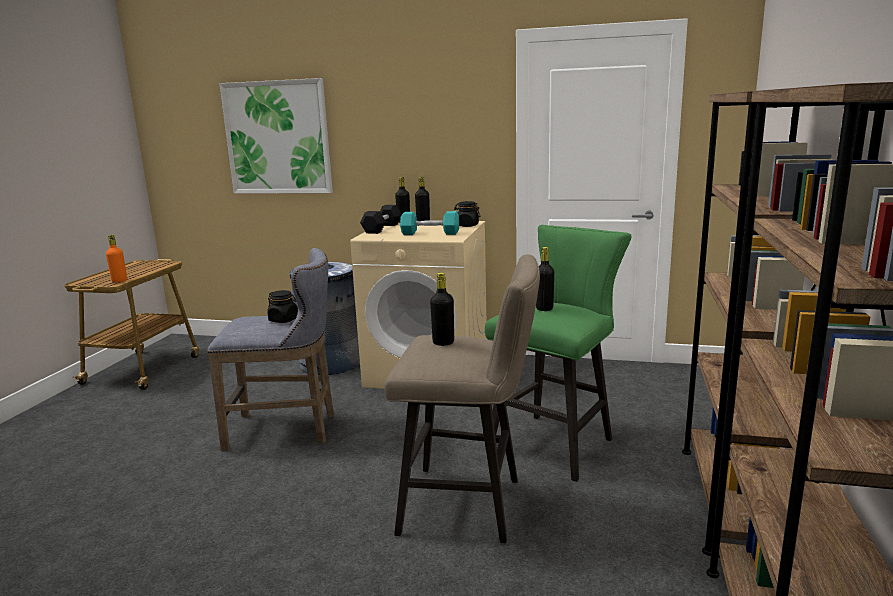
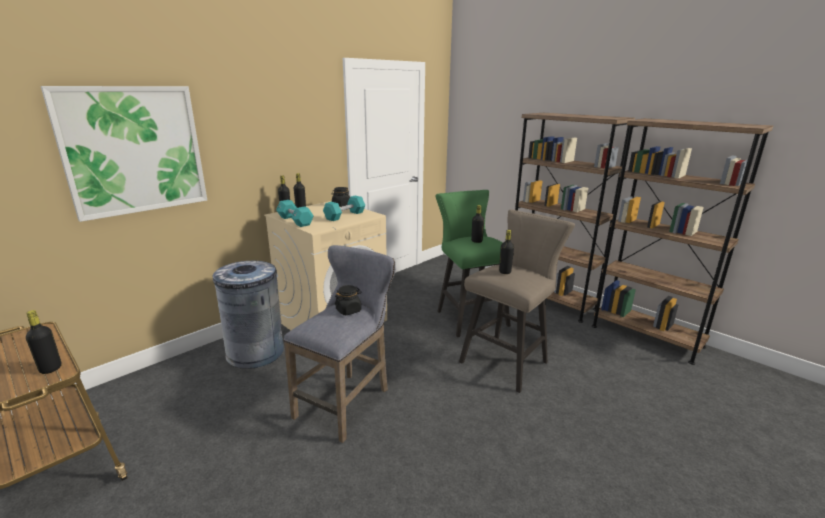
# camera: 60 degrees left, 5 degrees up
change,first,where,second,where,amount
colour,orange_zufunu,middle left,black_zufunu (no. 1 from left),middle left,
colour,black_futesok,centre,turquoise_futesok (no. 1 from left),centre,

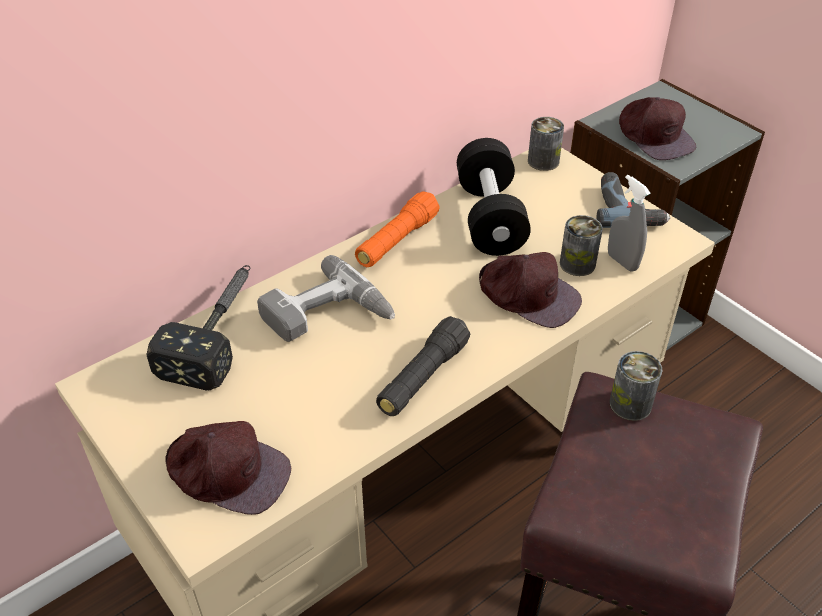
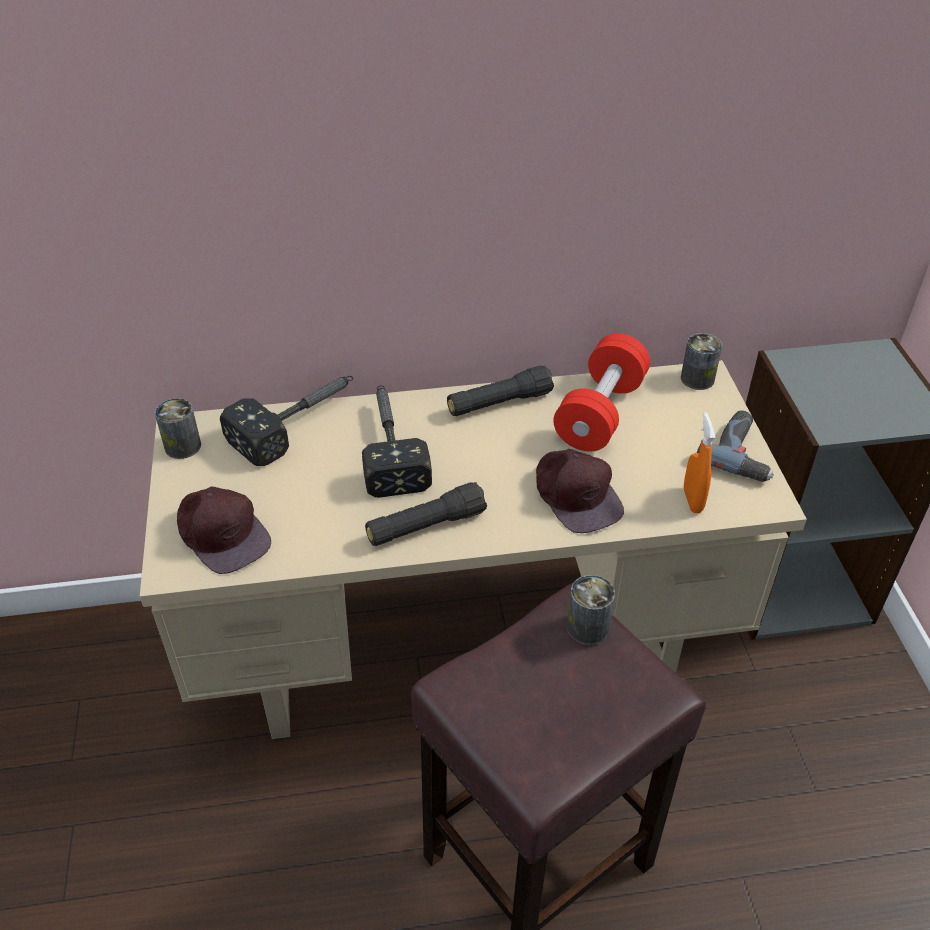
# camera: 30 degrees right, 0 degrees up
change,first,where,second,where,amount
relocated,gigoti (no. 2 from left in the first image),middle right,gigoti (no. 1 from left),middle left,
exchanged,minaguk (no. 1 from left),centre,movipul (no. 2 from left),centre,
colour,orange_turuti,centre,black_turuti (no. 2 from left),centre,
colour,black_futesok,top centre,red_futesok,centre,
colour,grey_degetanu,middle right,orange_degetanu,middle right,
missing,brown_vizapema (no. 3 from left),top right,,,

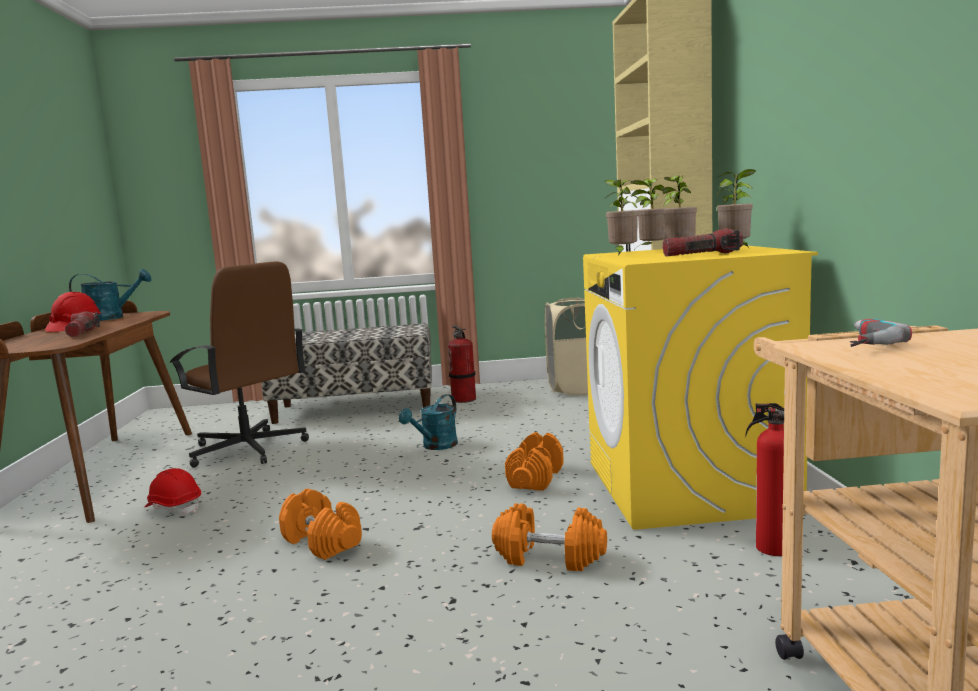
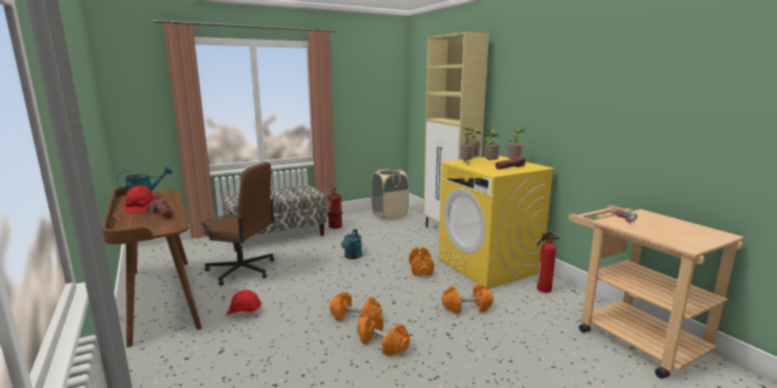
# camera: 25 degrees left, 5 degrees up
change,first,where,second,where,amount
appeared,,,orange_futesok (no. 2 from left),bottom centre,

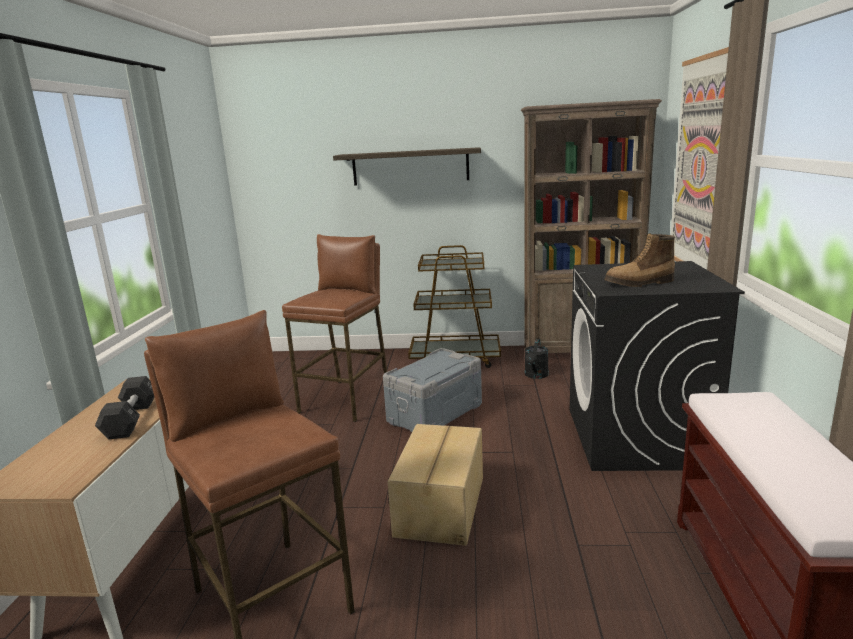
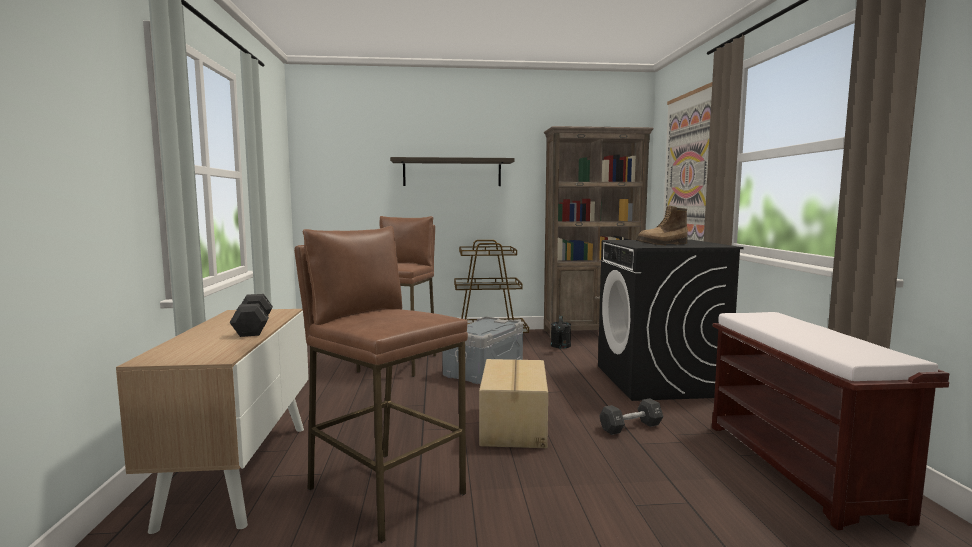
# camera: 10 degrees left, 10 degrees down
change,first,where,second,where,amount
appeared,,,black_futesok (no. 2 from left),bottom centre,

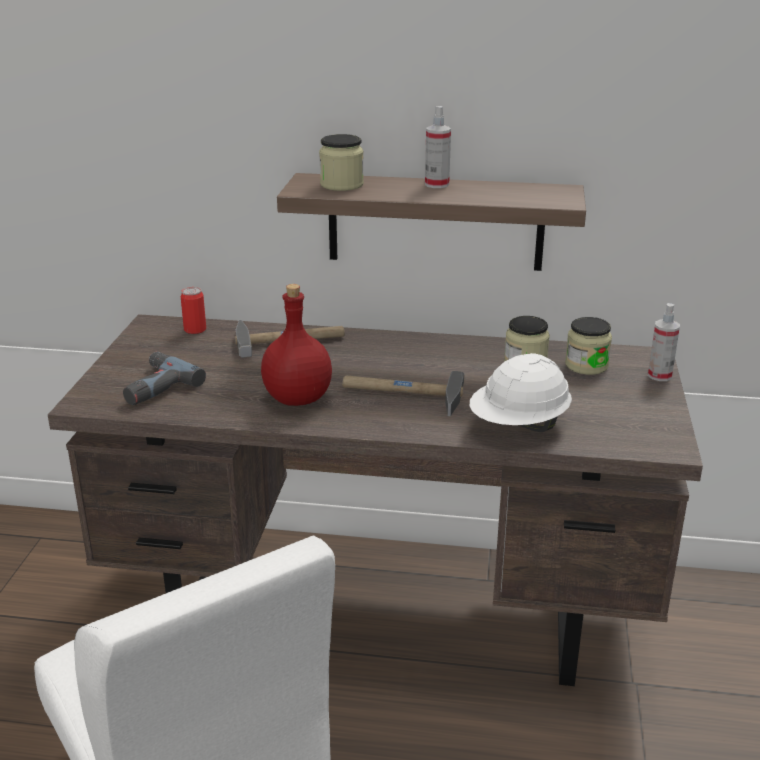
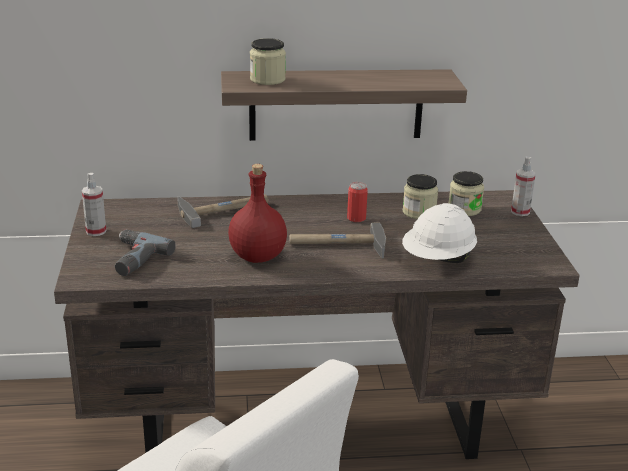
# camera: 15 degrees left, 0 degrees up
change,first,where,second,where,amount
relocated,degetanu (no. 1 from left),top centre,,middle left,
relocated,gigoti,middle left,,centre,

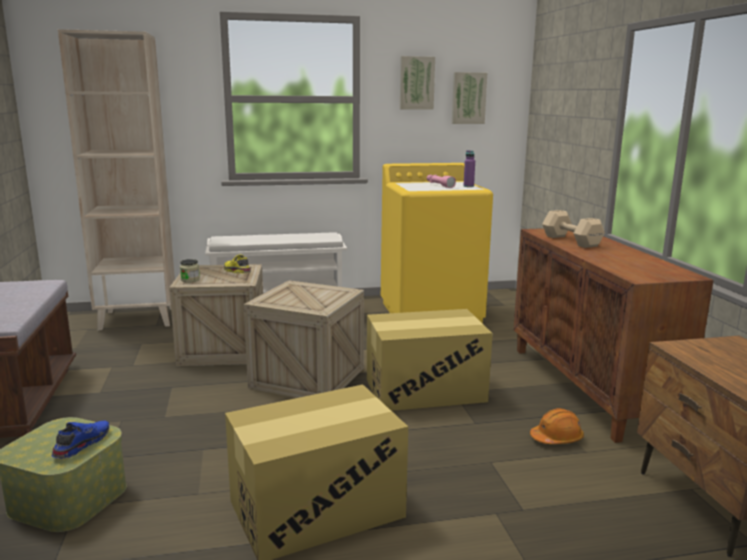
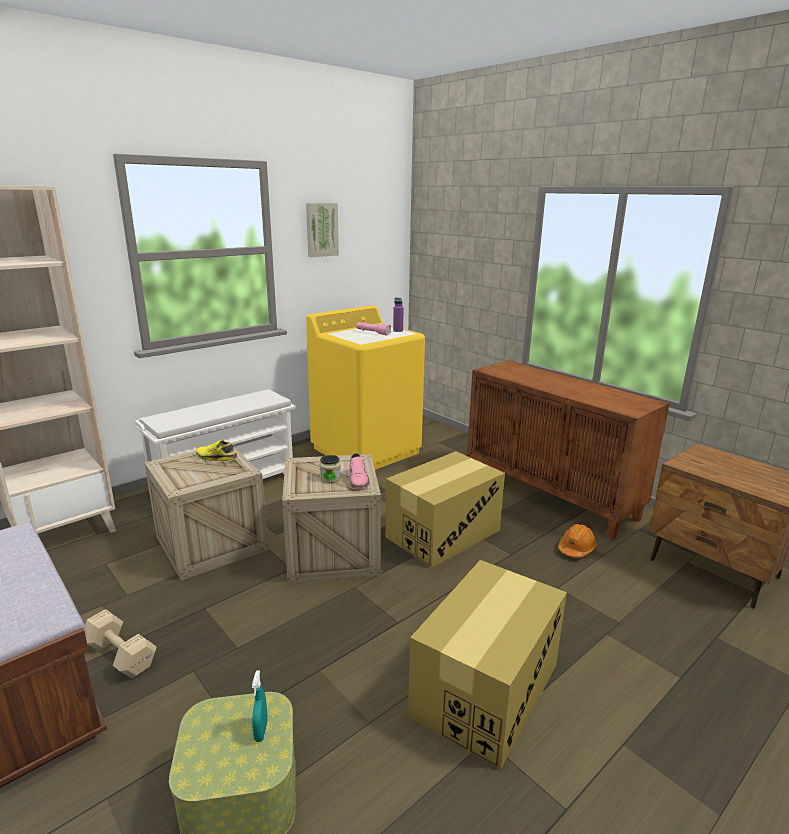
# camera: 30 degrees left, 5 degrees up
change,first,where,second,where,amount
relocated,beige_futesok,middle right,,bottom left,
exchanged,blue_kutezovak,bottom left,turquoise_degetanu,bottom left,
relocated,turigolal,middle left,,centre,
appeared,,,pink_kutezovak,centre,
missing,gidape (no. 2 from left),top centre,,,

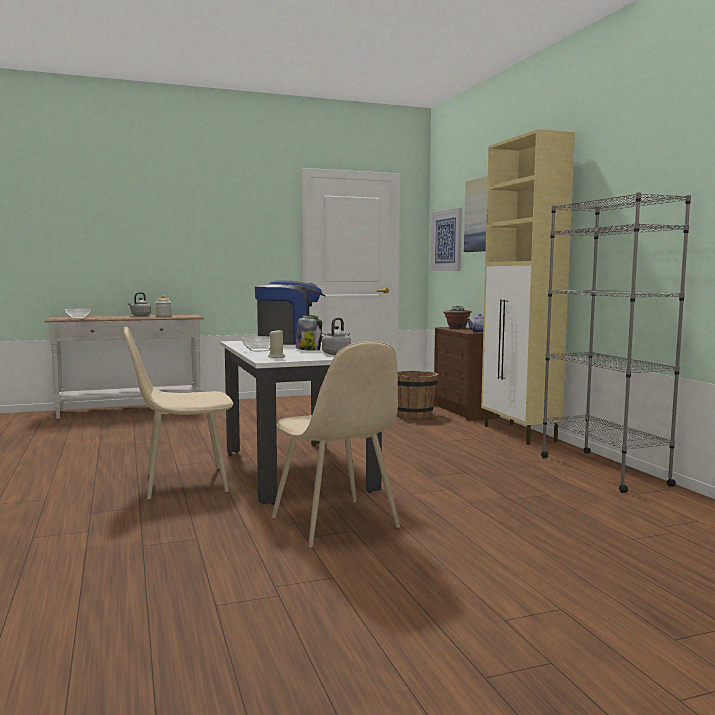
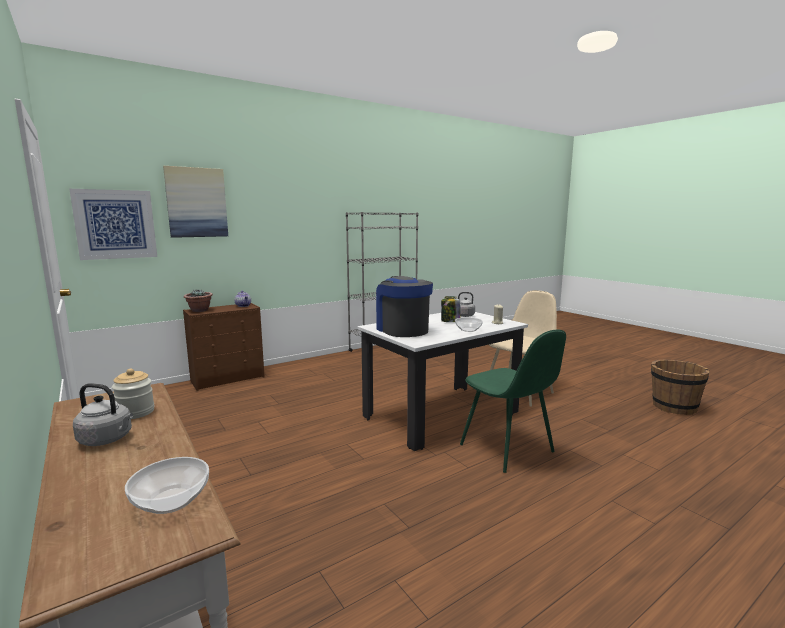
# camera: 105 degrees left, 5 degrees up
change,first,where,second,where,amount
colour,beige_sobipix (no. 1 from left),middle left,green_sobipix,centre,
relocated,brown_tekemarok,centre,,middle right,
missing,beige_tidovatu,middle right,,,

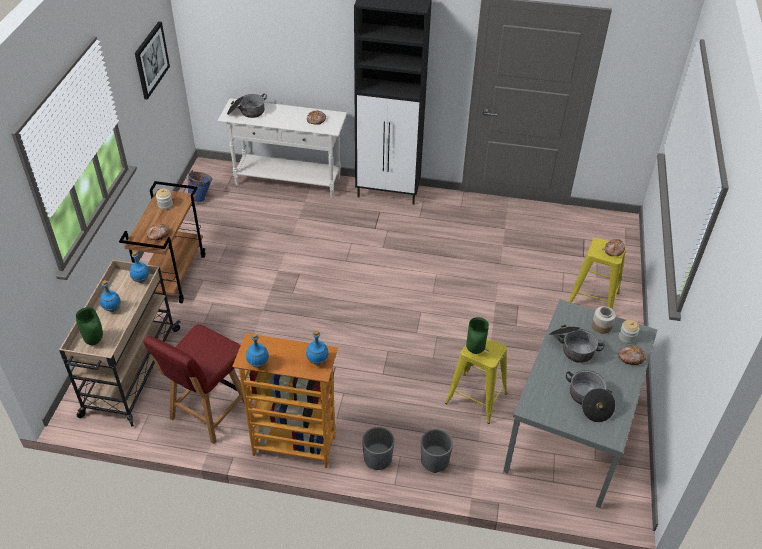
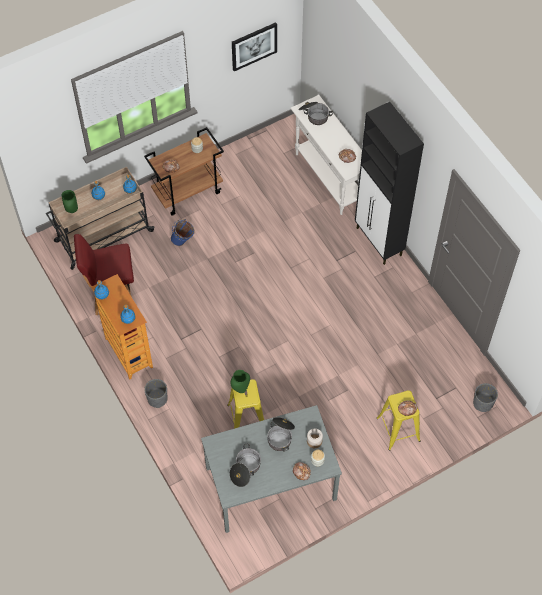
# camera: 50 degrees right, 15 degrees up
change,first,where,second,where,amount
relocated,blue_tekemarok,middle left,,centre,
relocated,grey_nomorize (no. 2 from left),bottom centre,,bottom right,

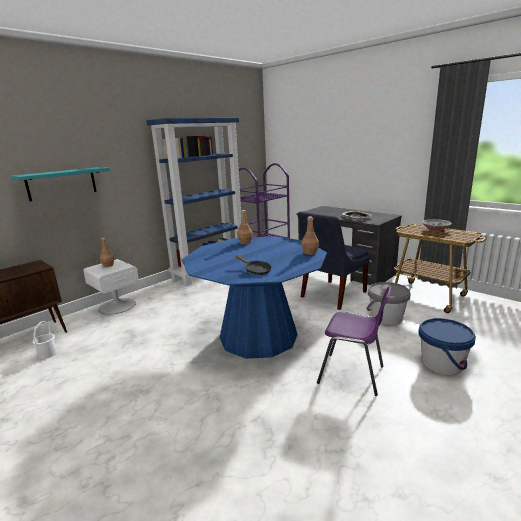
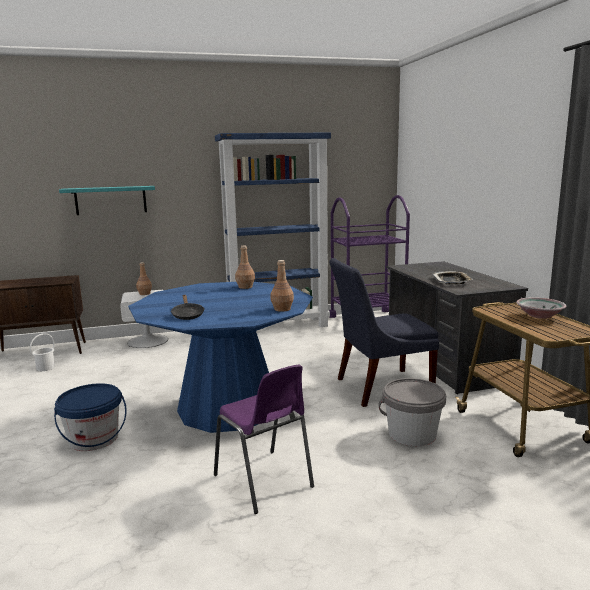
# camera: 30 degrees right, 5 degrees down
change,first,where,second,where,amount
relocated,blue_tekemarok,middle right,,bottom left,

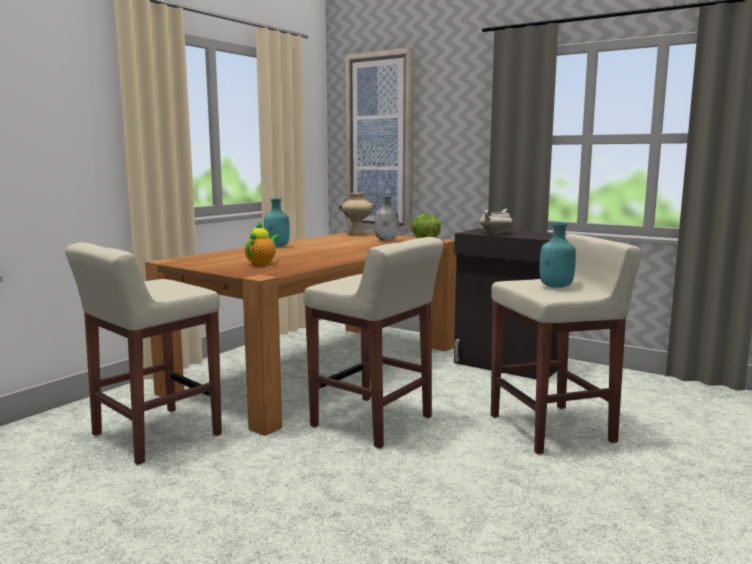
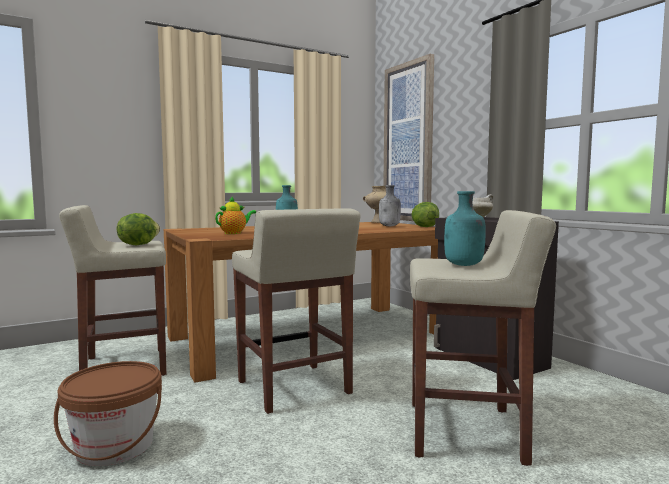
# camera: 25 degrees right, 5 degrees down
change,first,where,second,where,amount
appeared,,,brown_tekemarok,bottom left,
appeared,,,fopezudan (no. 1 from left),middle left,

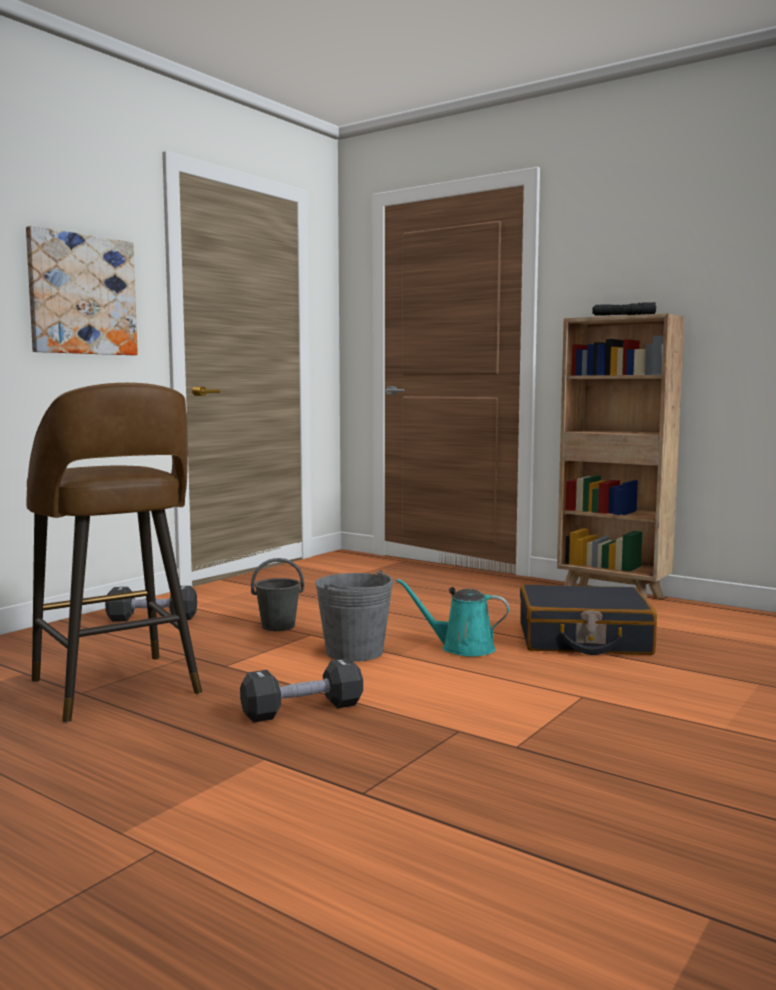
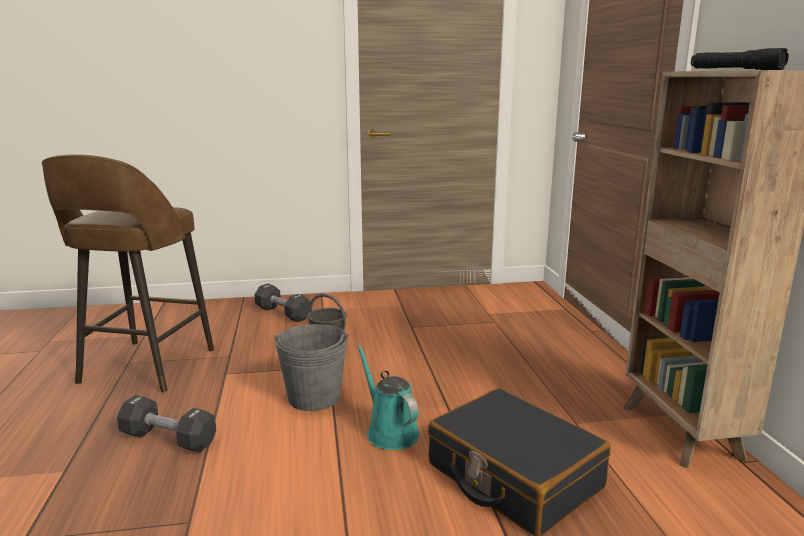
# camera: 45 degrees right, 10 degrees up
change,first,where,second,where,amount
missing,gidape,top left,,,

